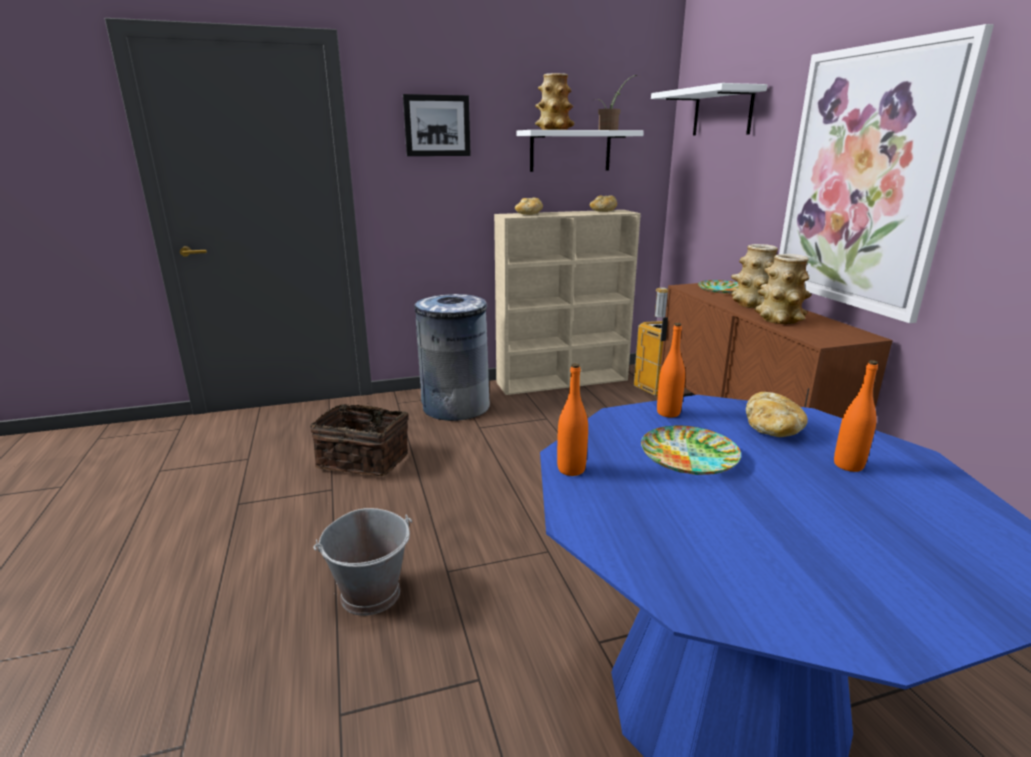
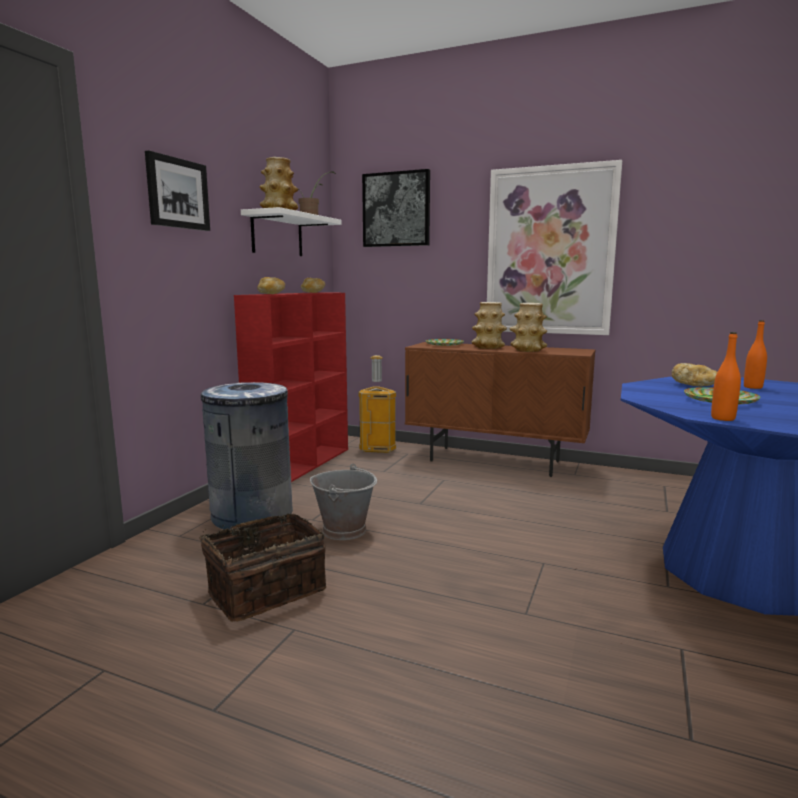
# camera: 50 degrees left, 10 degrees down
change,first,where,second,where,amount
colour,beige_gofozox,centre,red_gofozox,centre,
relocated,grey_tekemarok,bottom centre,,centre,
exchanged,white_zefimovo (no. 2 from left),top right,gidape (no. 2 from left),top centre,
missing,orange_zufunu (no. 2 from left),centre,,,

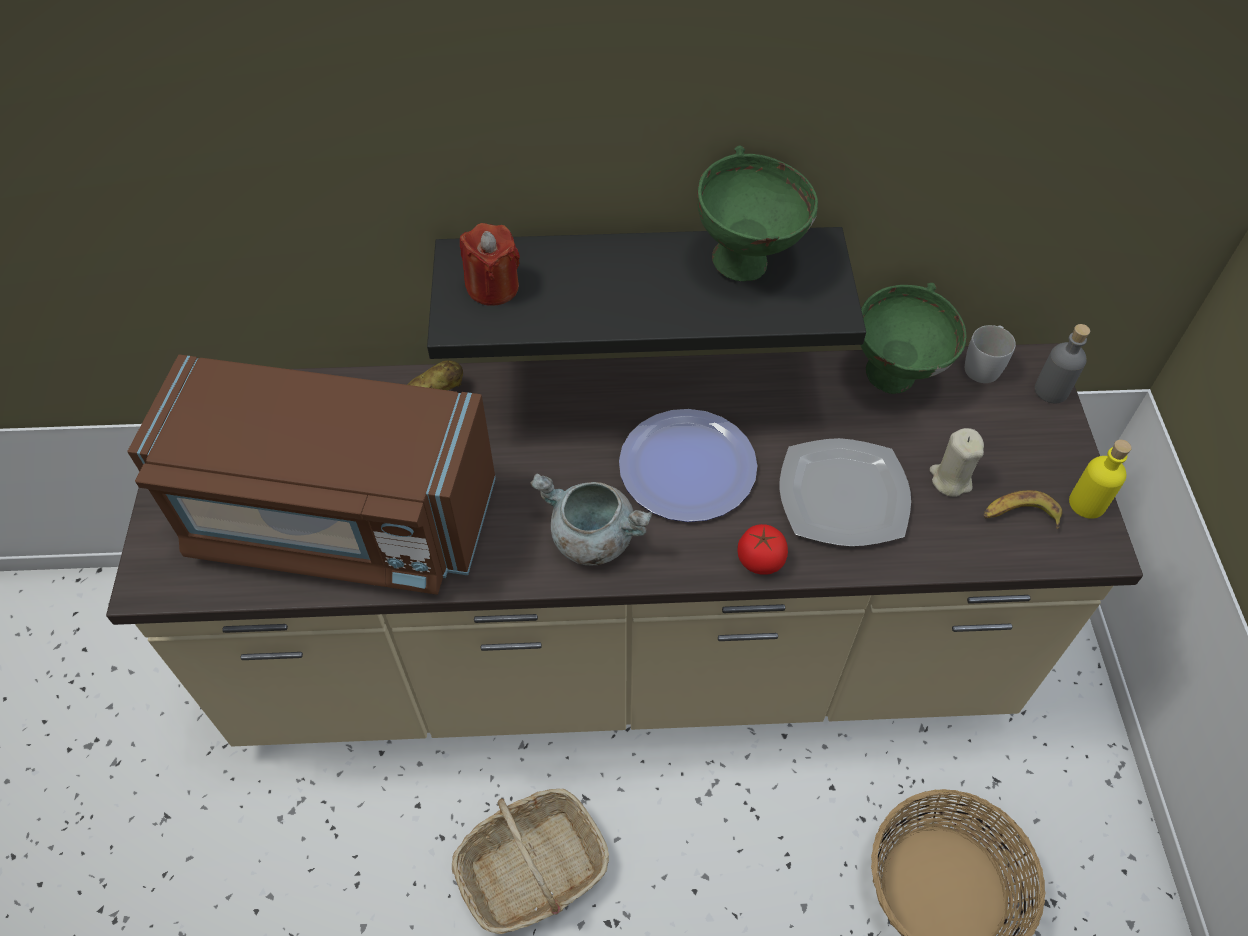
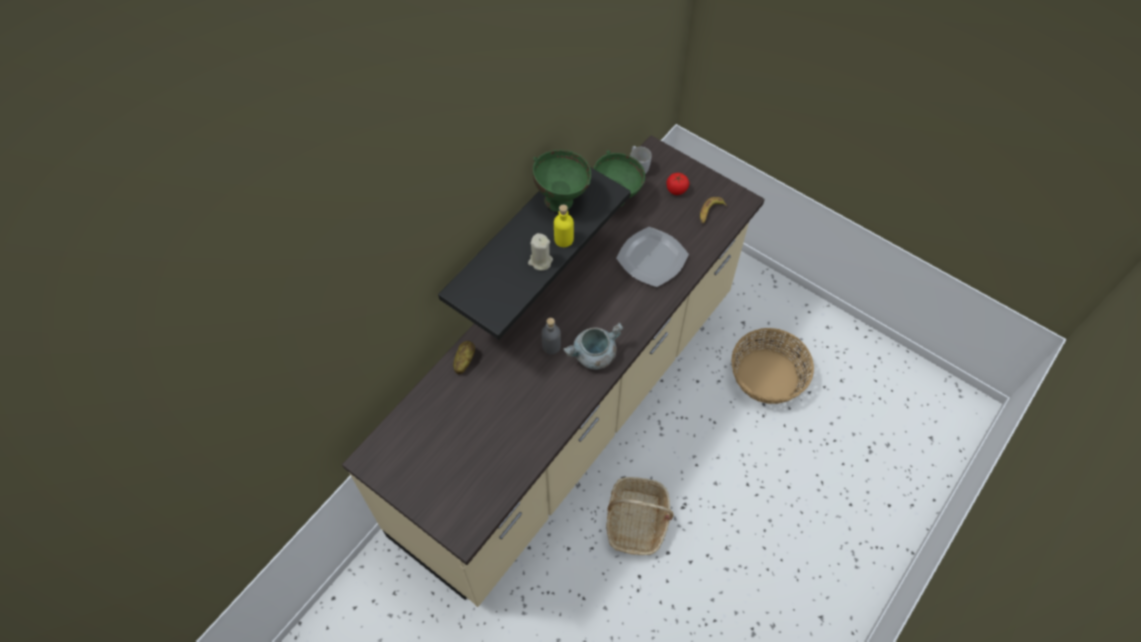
# camera: 50 degrees left, 5 degrees up
change,first,where,second,where,amount
relocated,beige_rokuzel,middle right,,centre,
relocated,grey_zufunu,middle right,,centre,
relocated,yellow_zufunu,middle right,,centre,
relocated,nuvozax,centre,,top centre,
missing,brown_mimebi,middle left,,,
missing,red_rokuzel,top centre,,,
missing,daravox (no. 1 from left),centre,,,

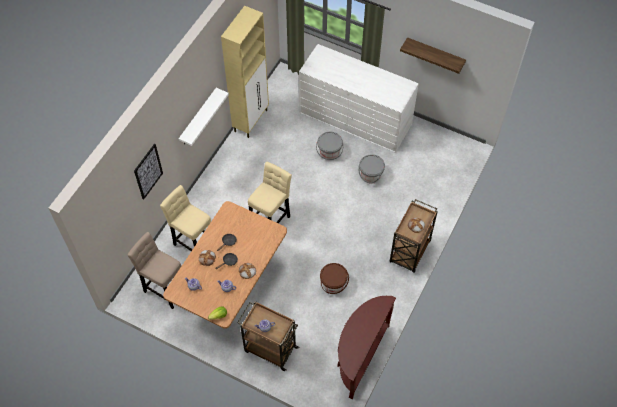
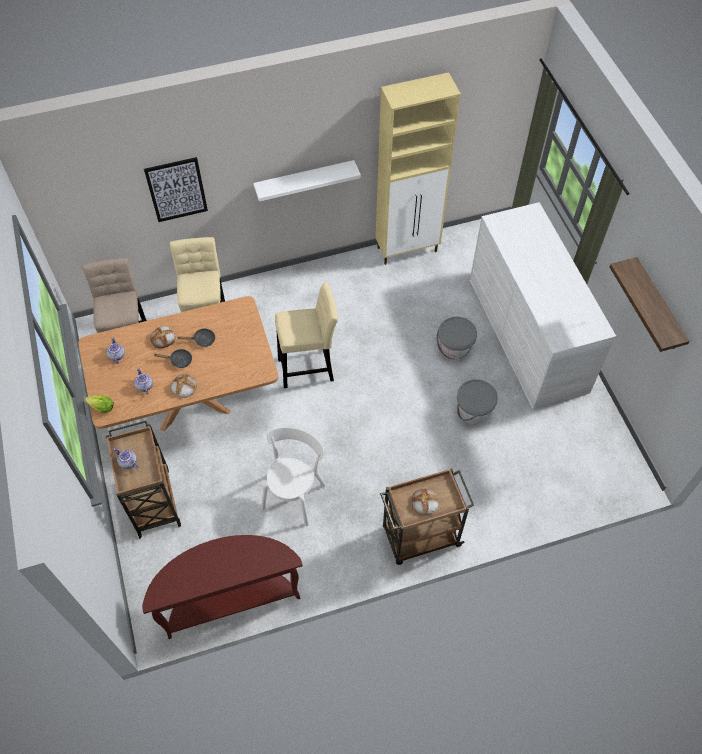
# camera: 45 degrees right, 0 degrees up
change,first,where,second,where,amount
exchanged,brown_tekemarok,bottom centre,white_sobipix,centre,

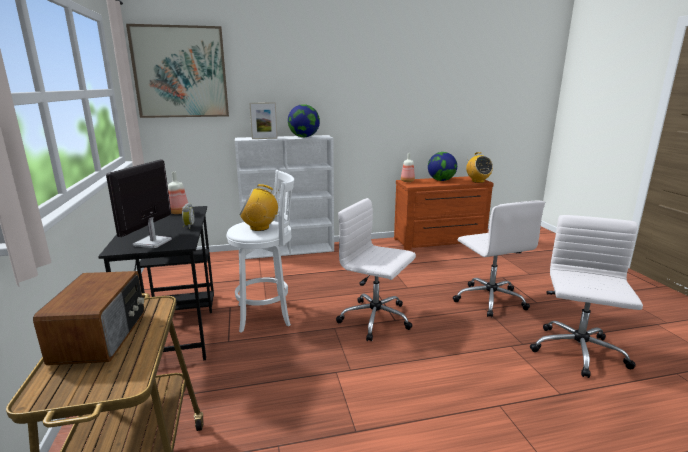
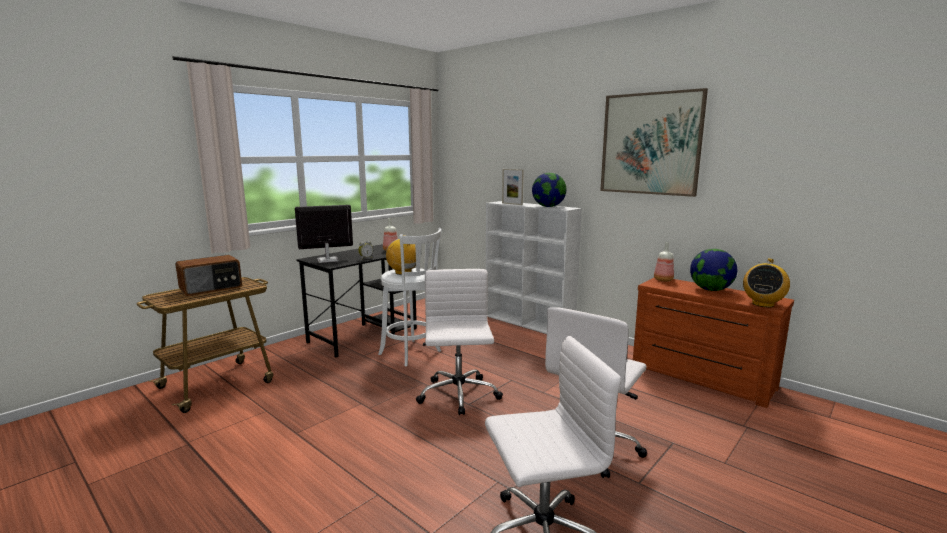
# camera: 55 degrees right, 5 degrees down
change,first,where,second,where,amount
relocated,gidape,top left,,top right,

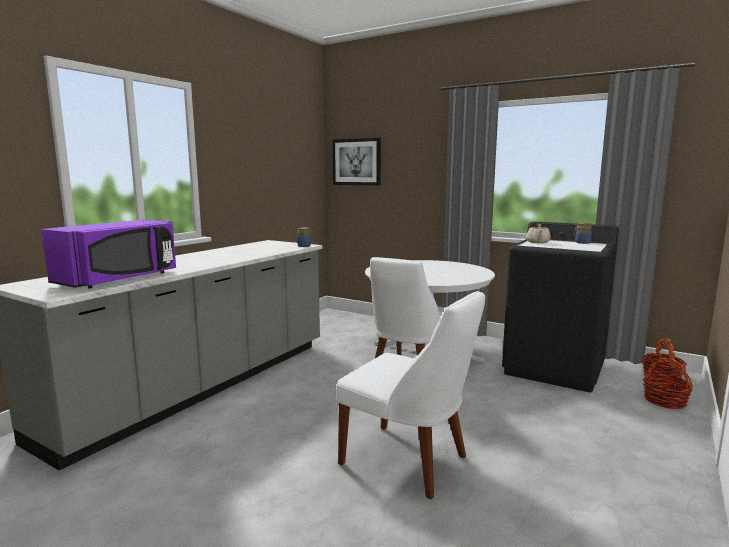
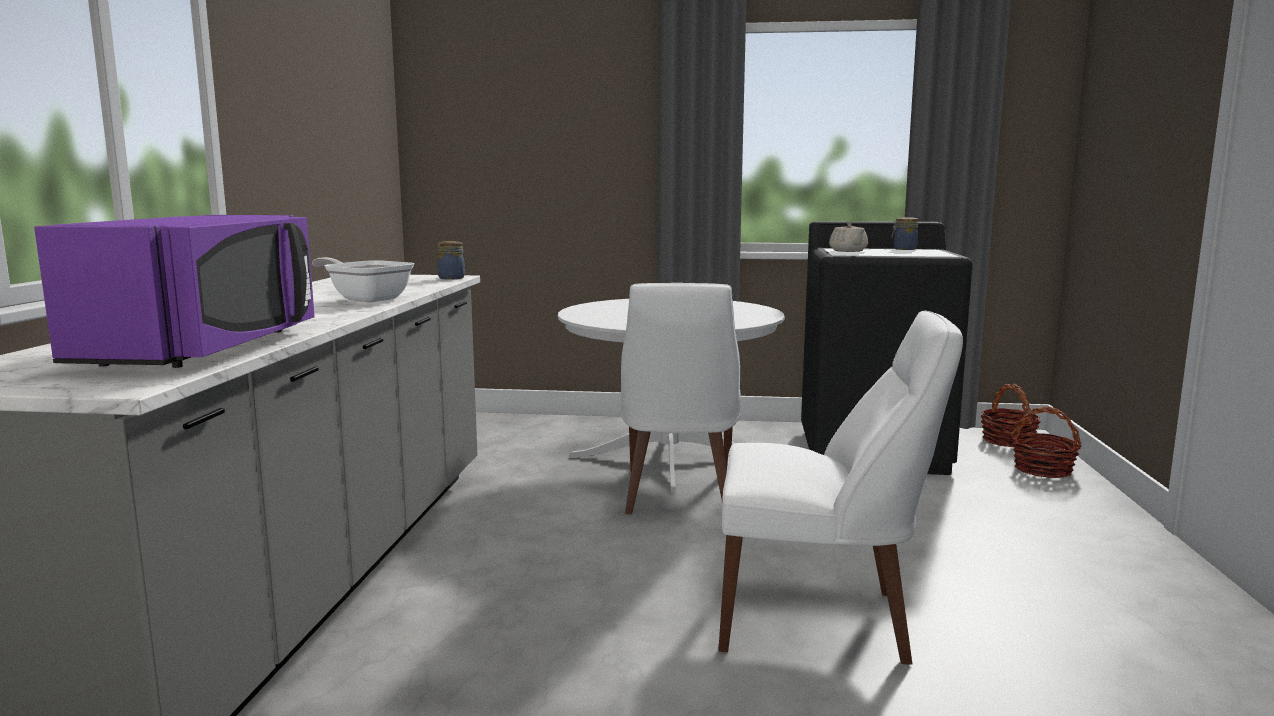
# camera: 25 degrees left, 0 degrees up
change,first,where,second,where,amount
appeared,,,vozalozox,middle left,
missing,gidape,top centre,,,

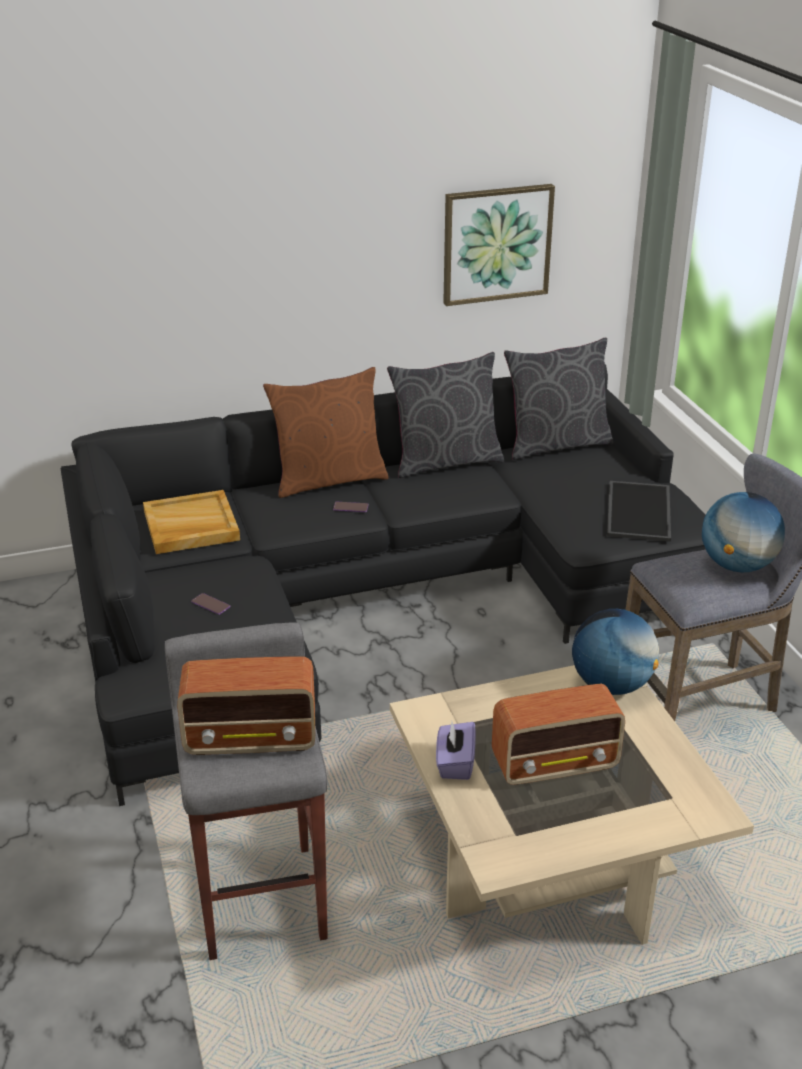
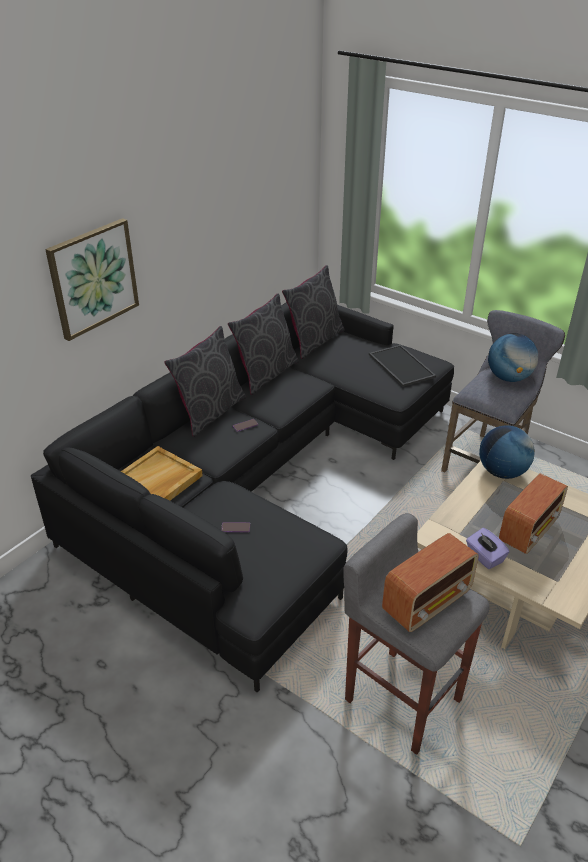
# camera: 35 degrees left, 5 degrees up
change,first,where,second,where,amount
relocated,gidape,top centre,,top left,
colour,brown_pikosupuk,centre,grey_pikosupuk (no. 1 from left),centre,

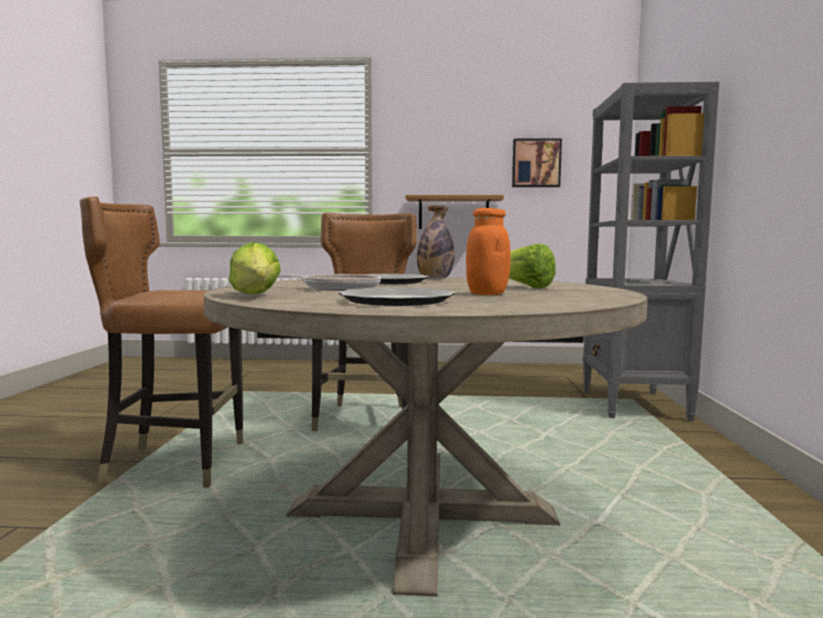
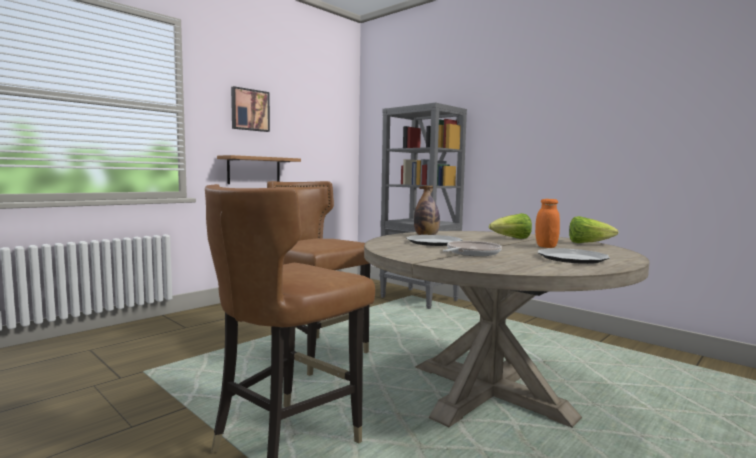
# camera: 50 degrees left, 0 degrees up
change,first,where,second,where,amount
relocated,gidape,top centre,,top left,
relocated,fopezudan (no. 1 from left in the first image),middle left,fopezudan (no. 2 from left),middle right,

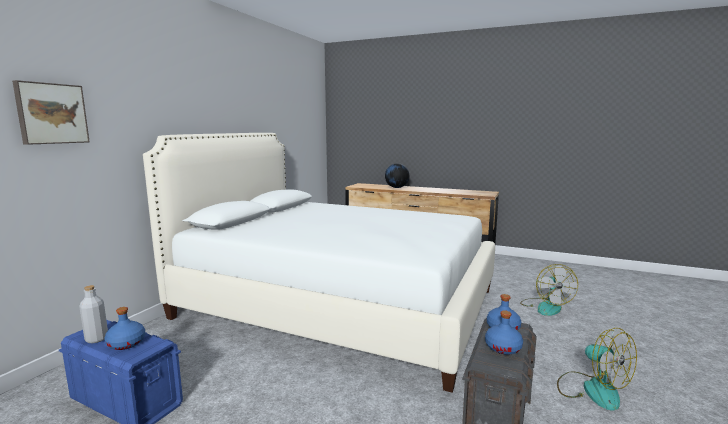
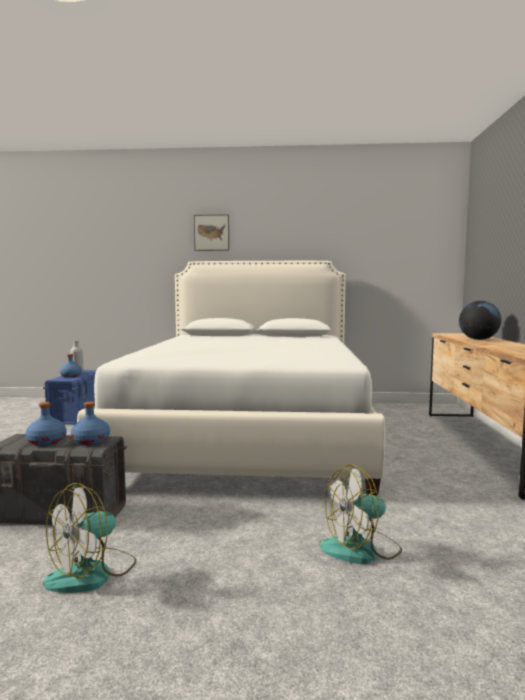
# camera: 70 degrees right, 5 degrees down
change,first,where,second,where,amount
relocated,gidape,top left,,top centre,

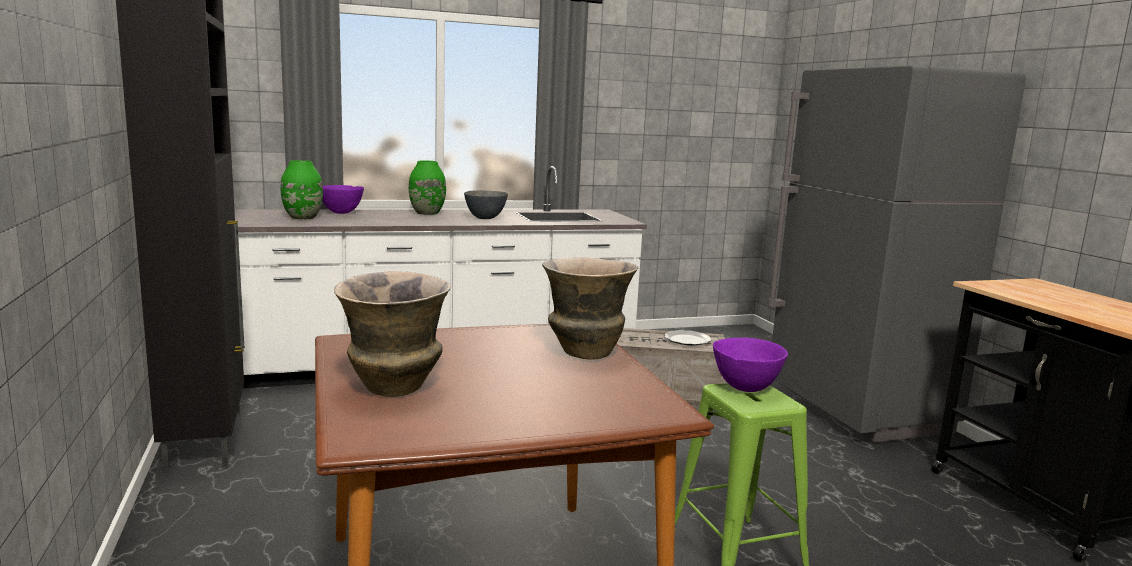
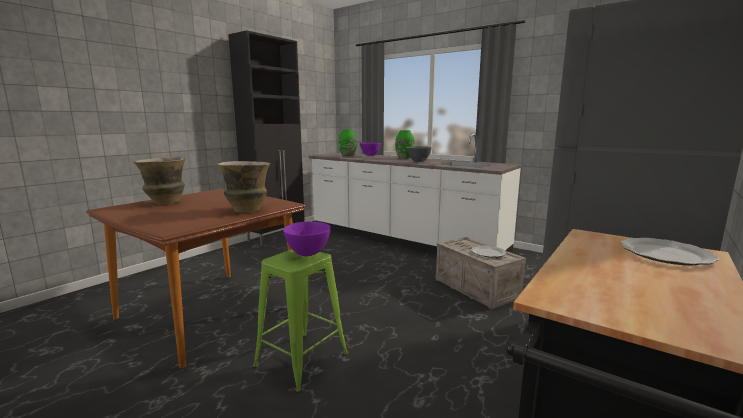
# camera: 55 degrees right, 0 degrees up
change,first,where,second,where,amount
appeared,,,daravox (no. 2 from left),middle right,

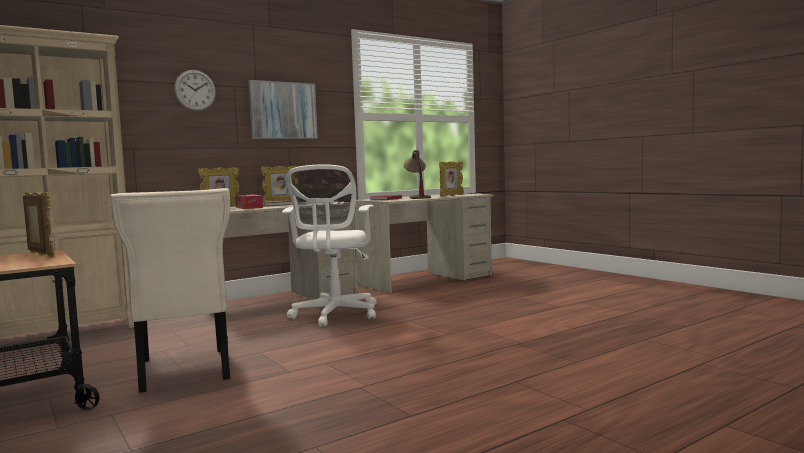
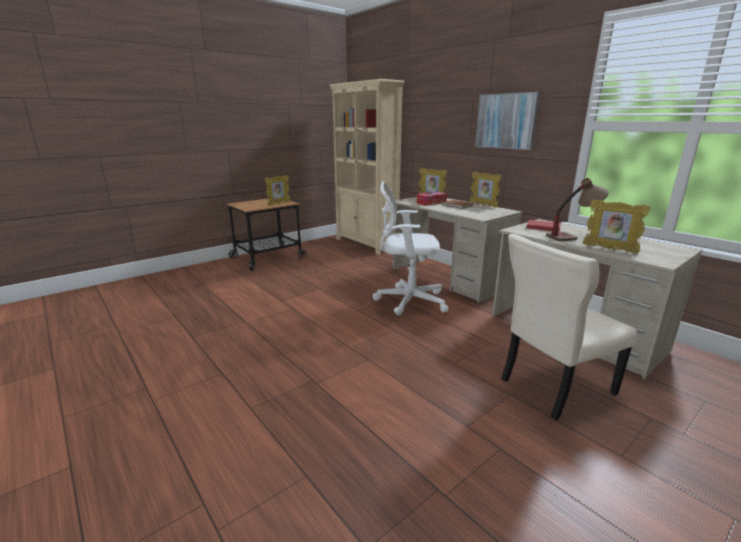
# camera: 85 degrees right, 15 degrees up
change,first,where,second,where,amount
relocated,beige_sobipix,middle left,,middle right,
missing,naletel,top left,,,

